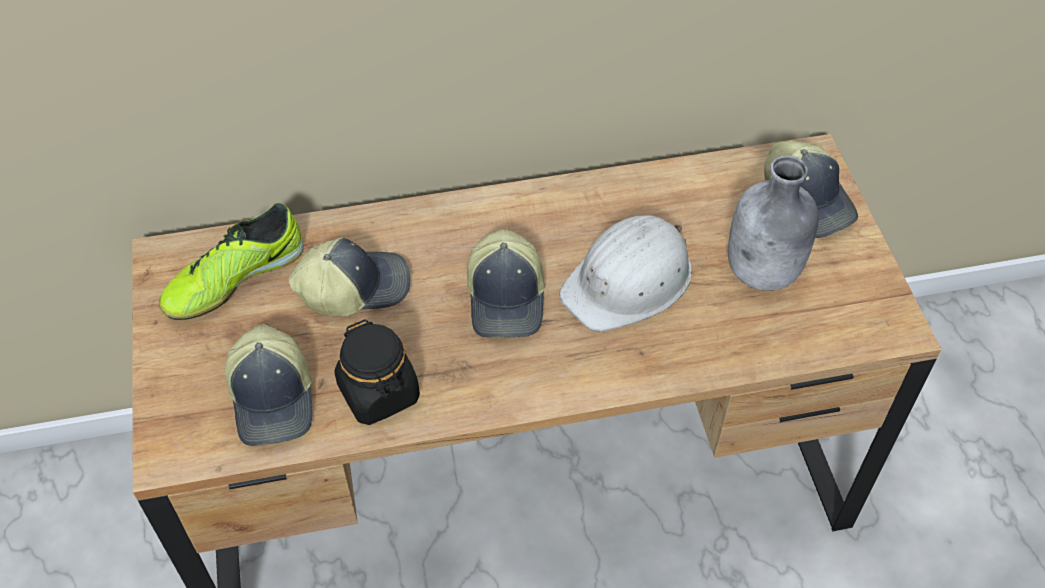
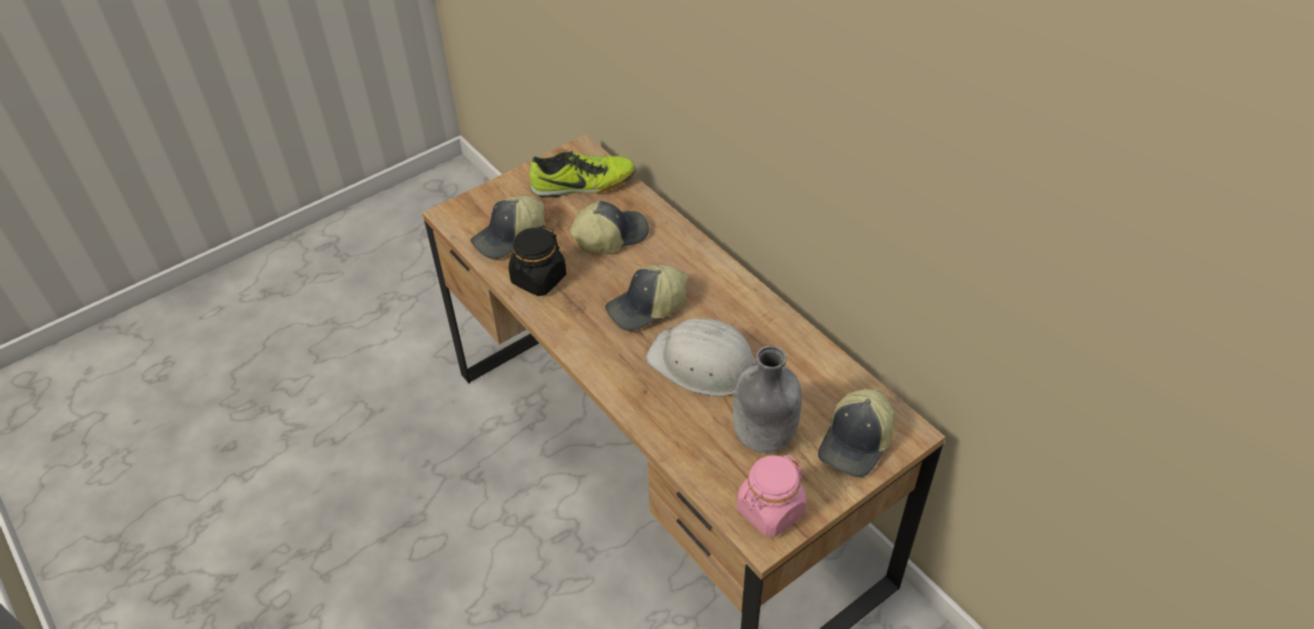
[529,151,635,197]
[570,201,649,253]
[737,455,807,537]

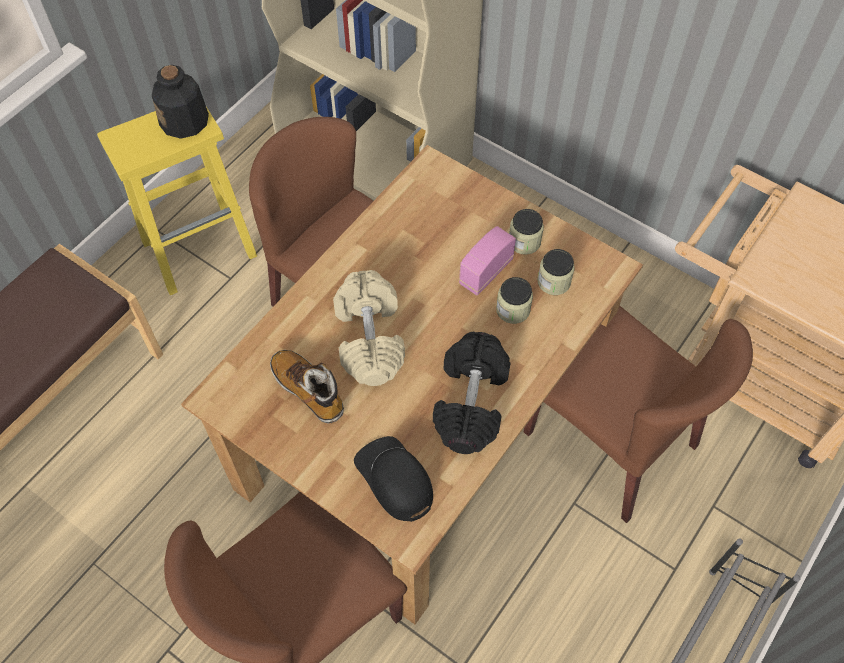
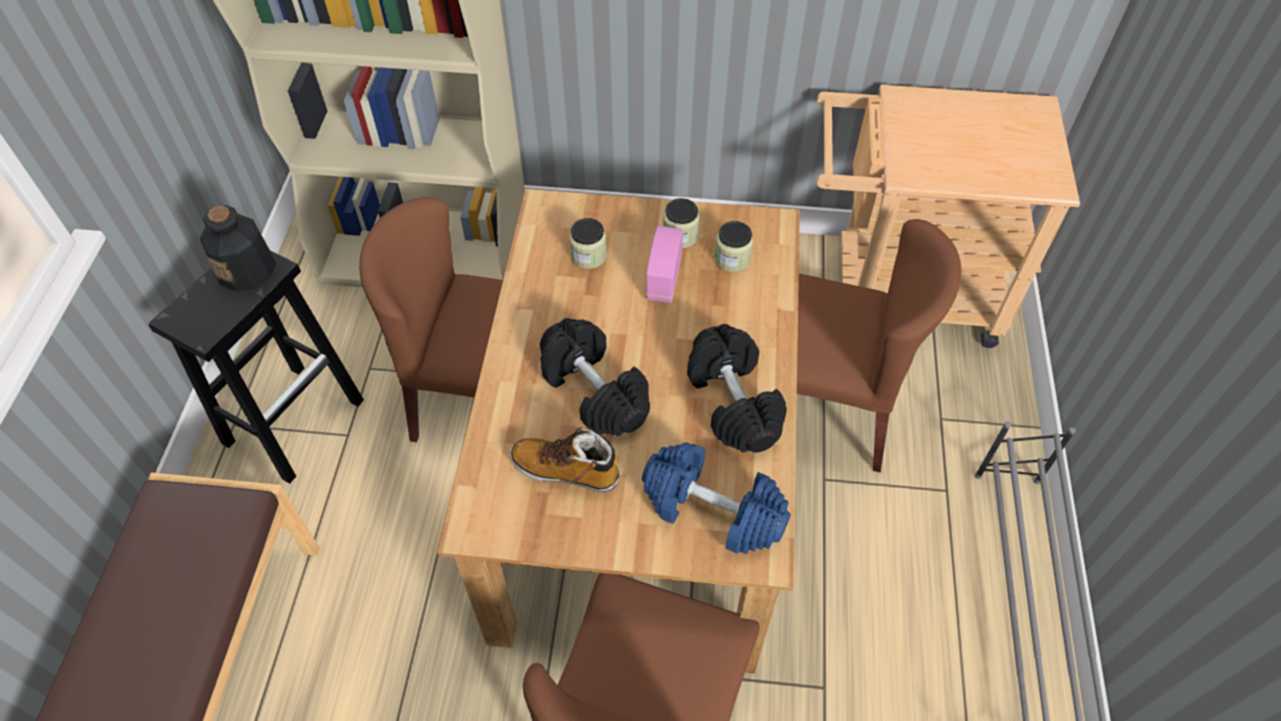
[148,250,364,484]
[540,318,650,436]
[569,218,607,269]
[642,442,791,554]

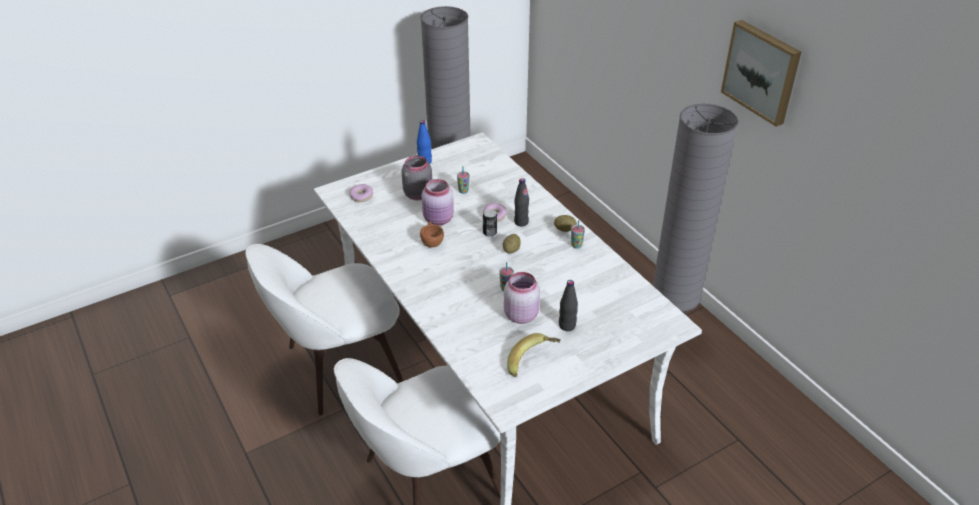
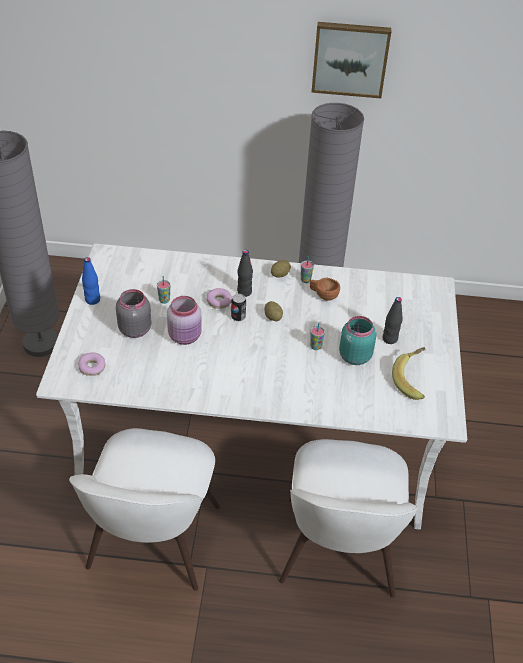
[310,278,340,301]
[339,316,376,365]

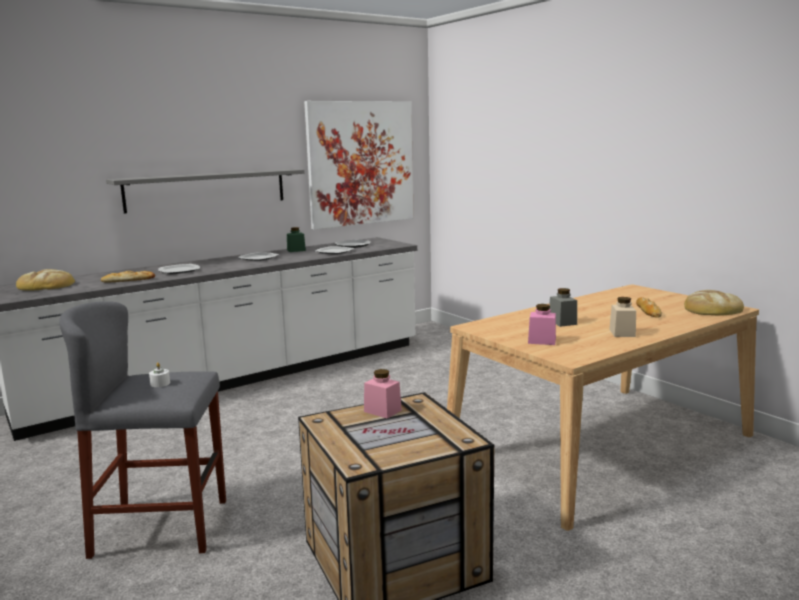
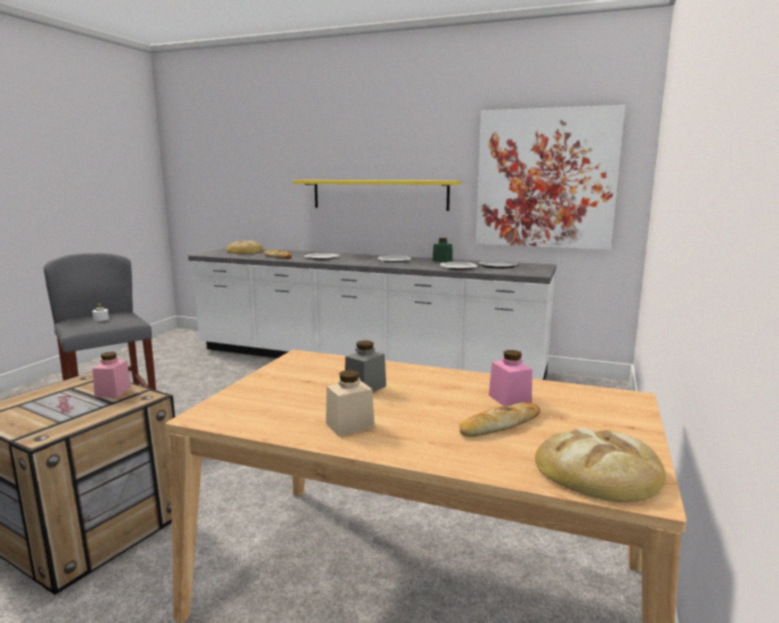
[293,180,461,211]
[489,350,532,406]

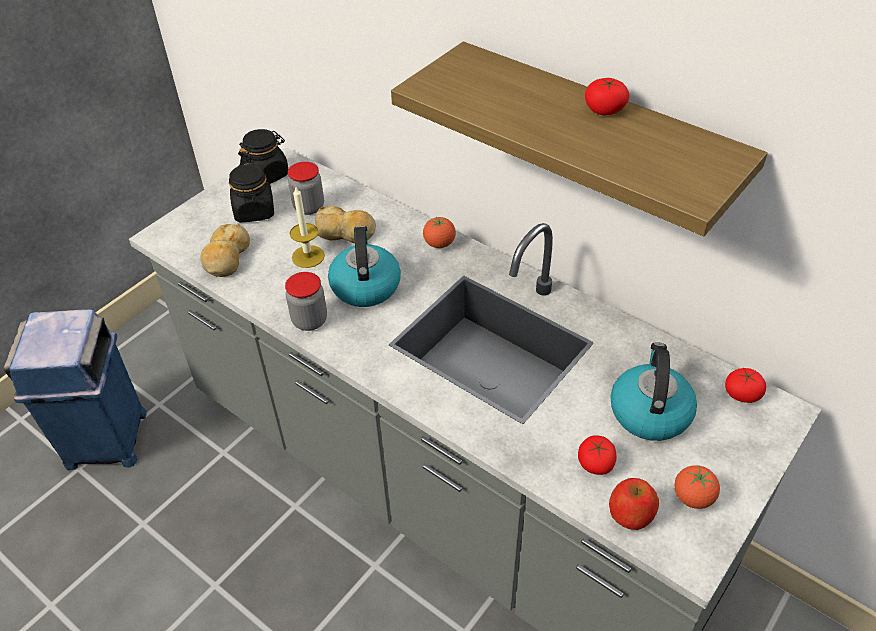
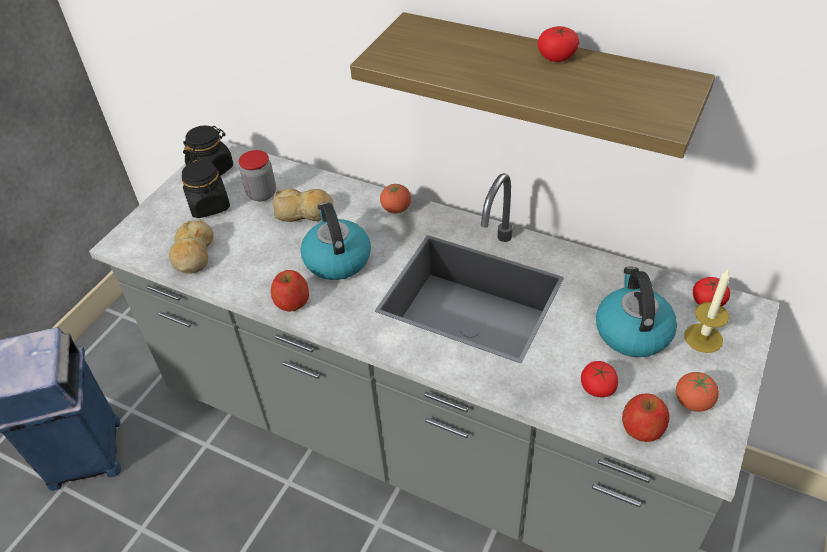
[271,270,309,312]
[684,268,730,353]

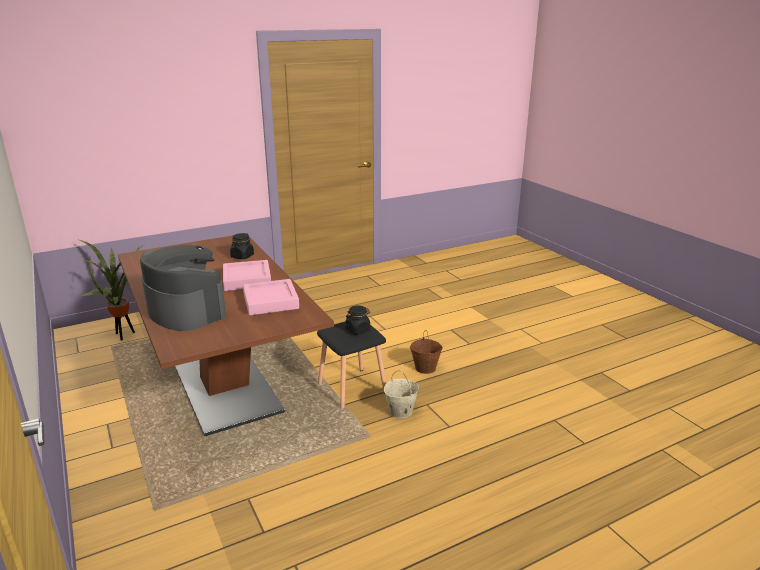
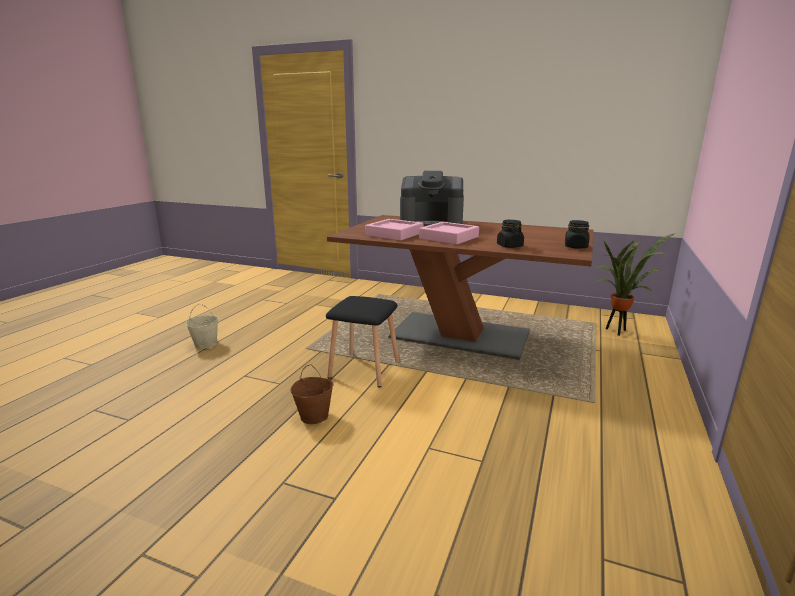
[186,304,218,349]
[565,220,589,249]

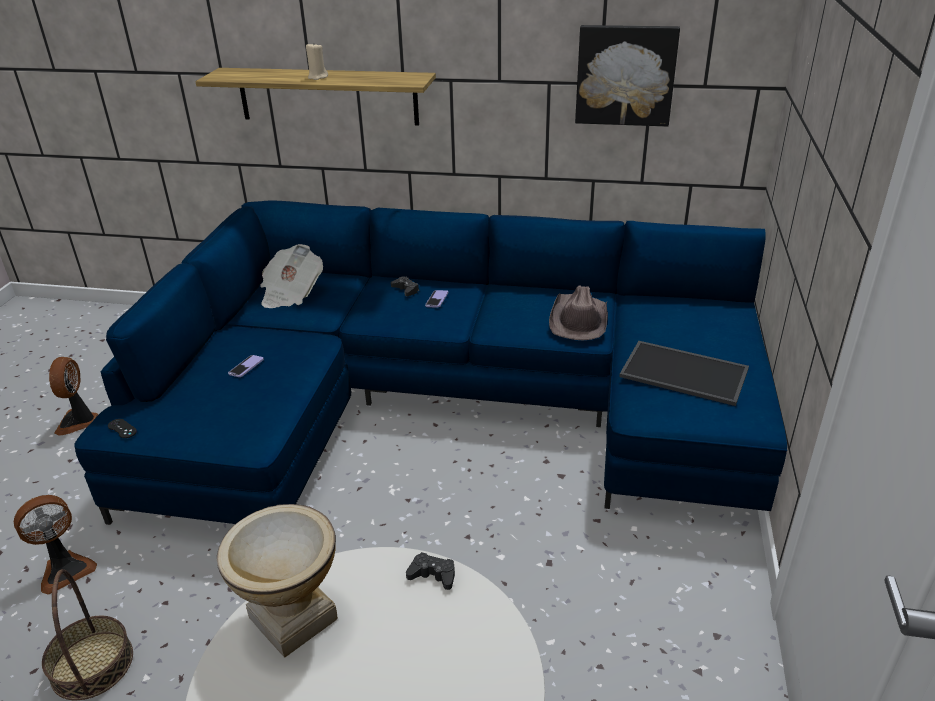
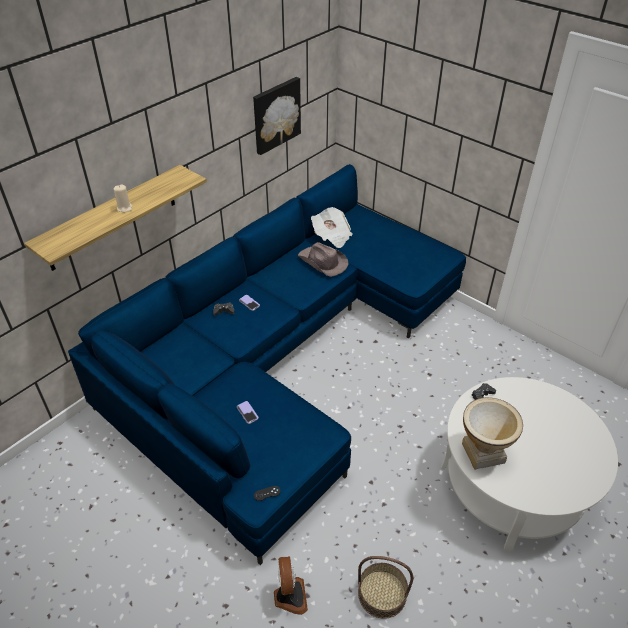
[311,207,353,248]
[49,357,99,435] (first image)
[619,341,749,406] (first image)

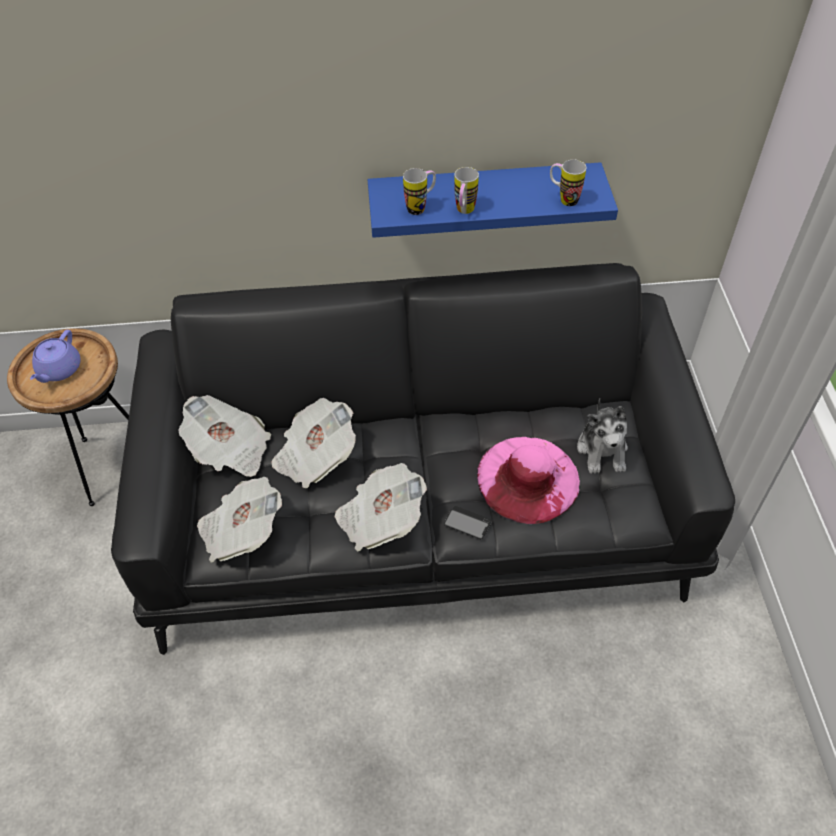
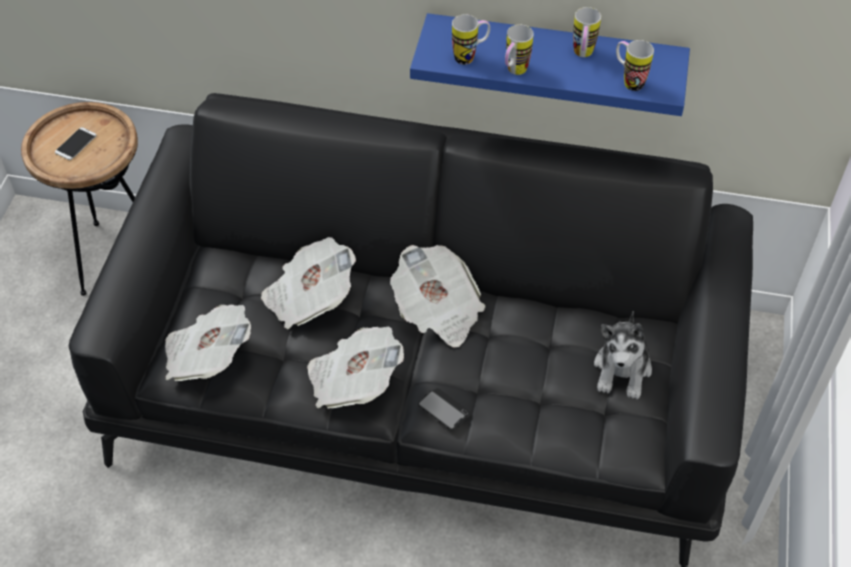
[55,127,97,160]
[390,245,486,347]
[573,7,601,57]
[477,437,580,524] (first image)

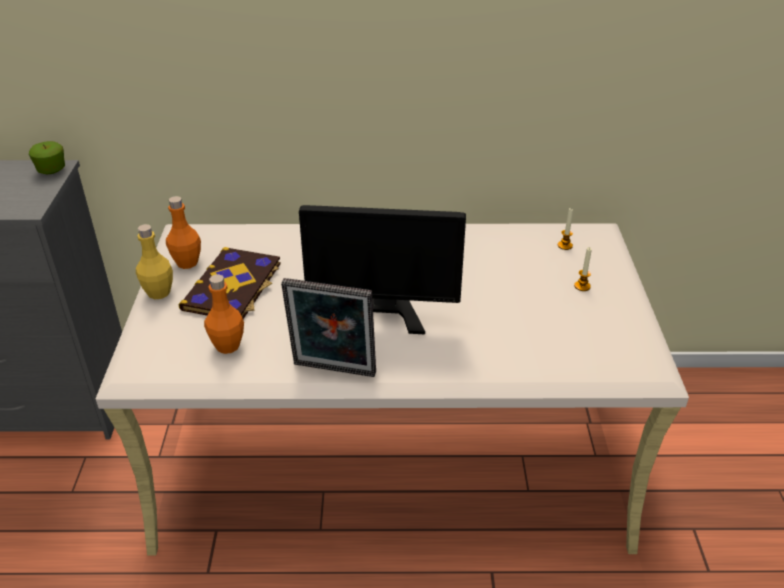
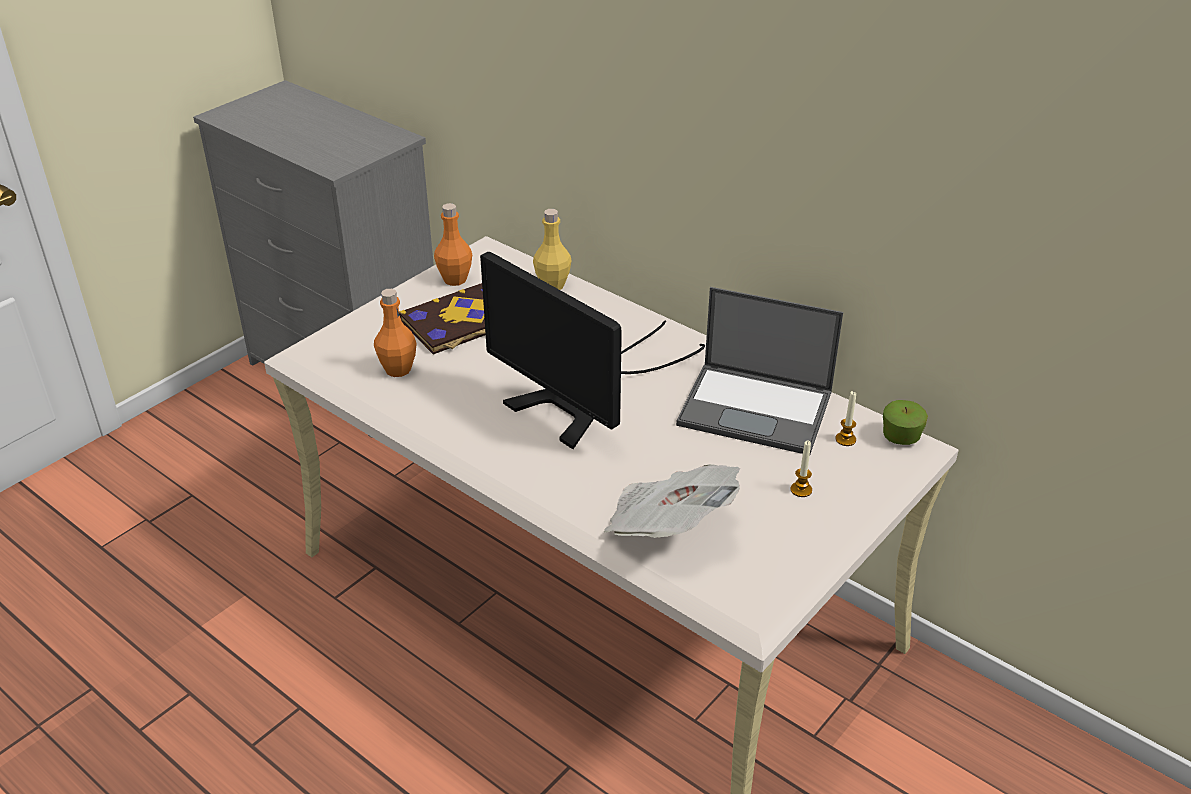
[533,209,572,290]
[604,464,740,538]
[676,287,843,454]
[883,400,928,445]
[281,278,376,377] (first image)

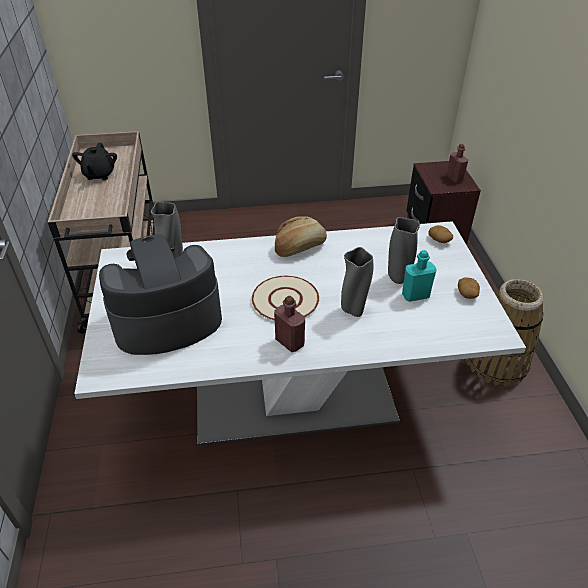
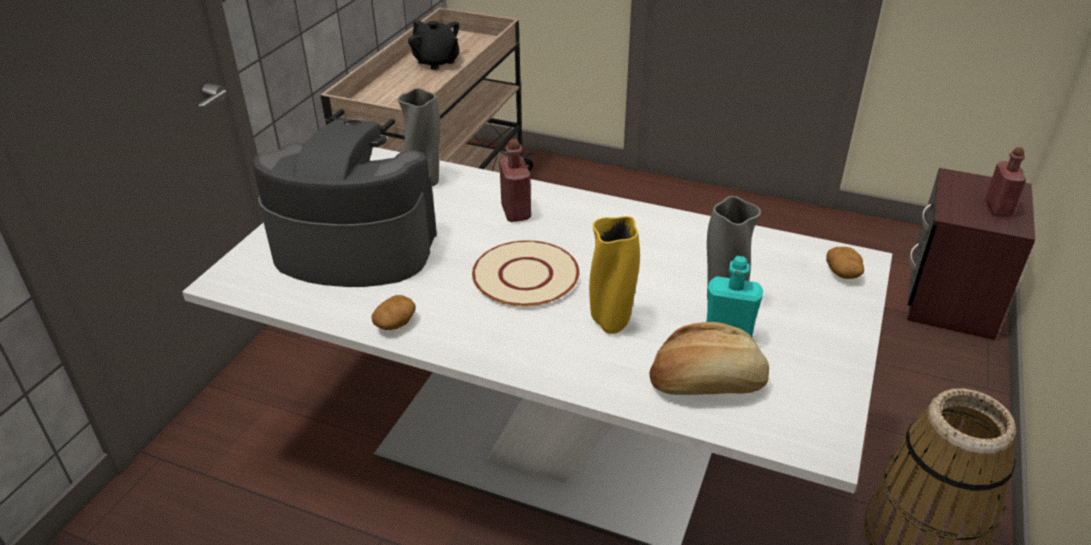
[371,295,416,330]
[408,20,459,70]
[499,139,531,222]
[589,216,640,334]
[649,322,769,395]

